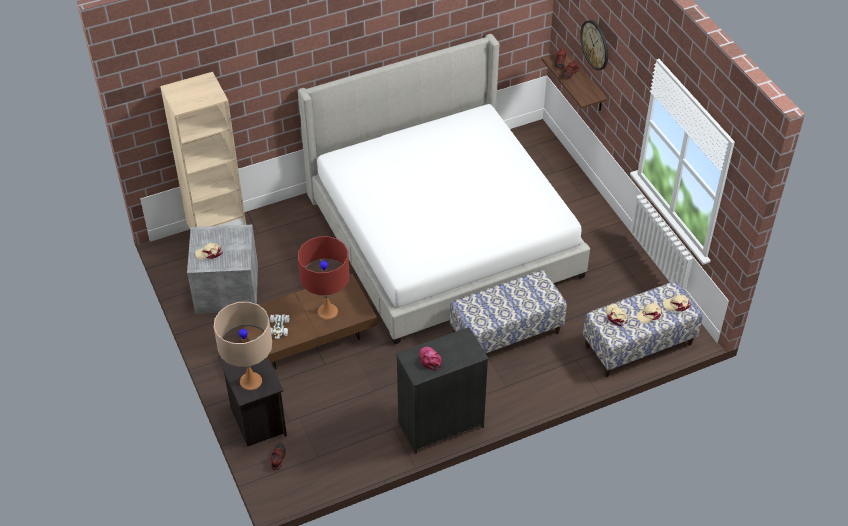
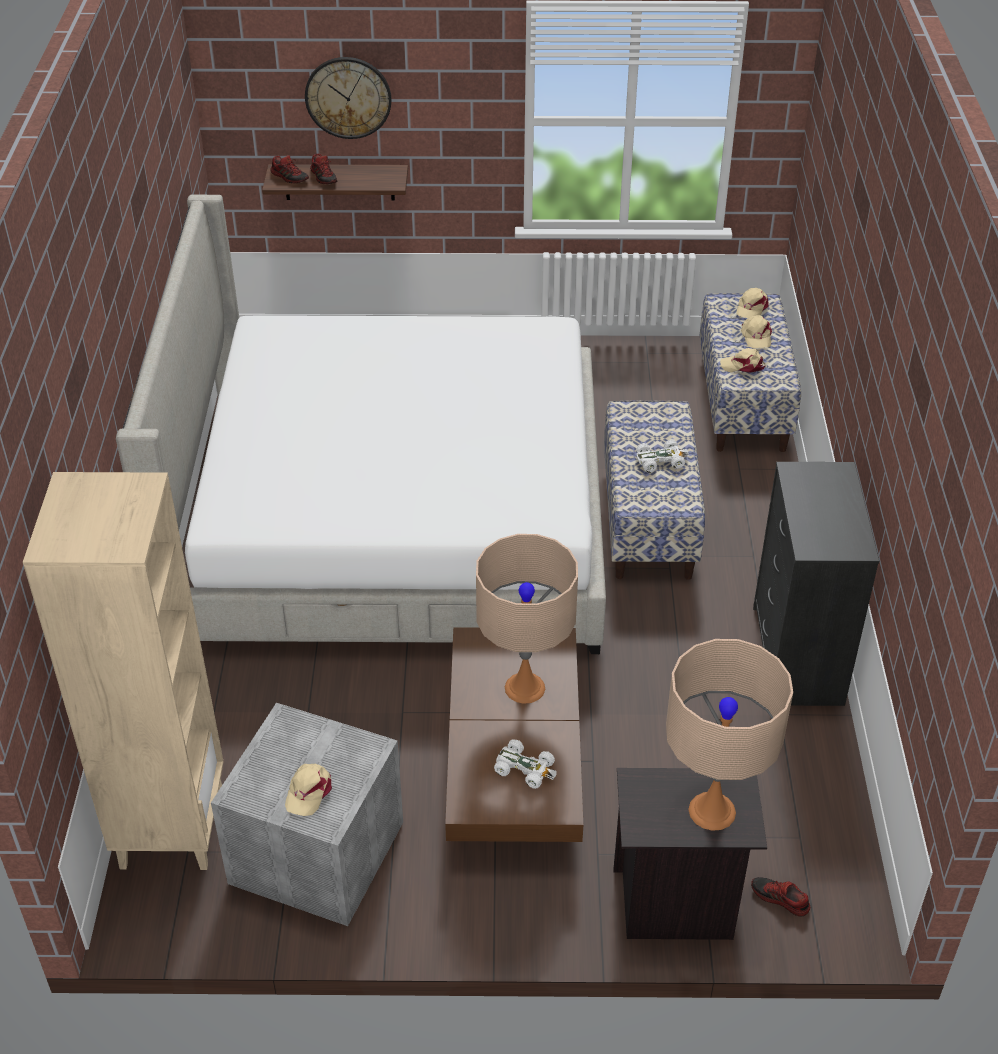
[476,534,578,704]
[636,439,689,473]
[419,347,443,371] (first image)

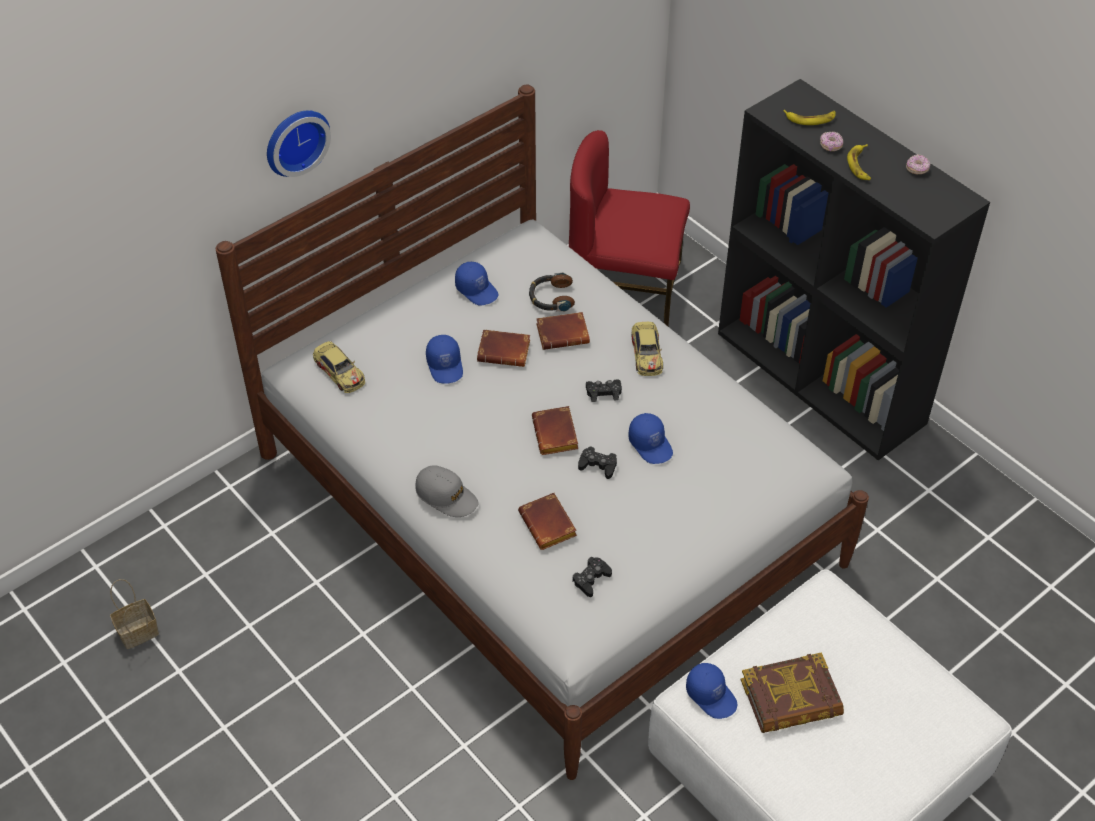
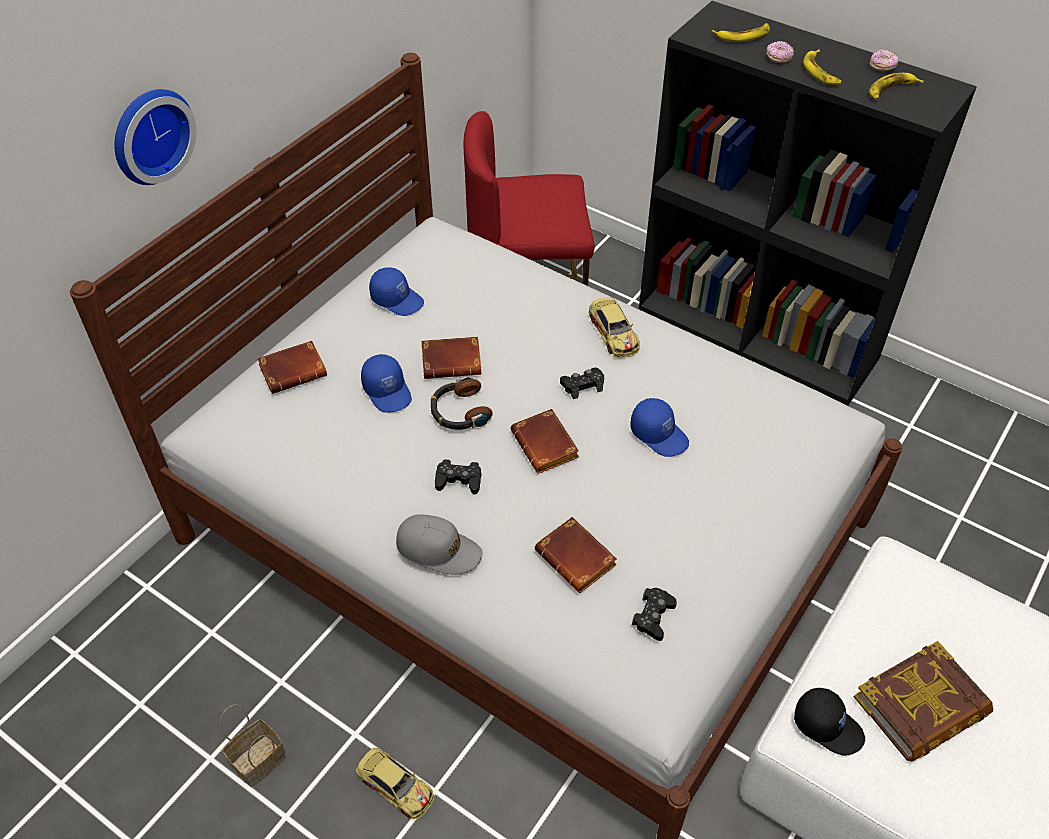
[220,704,286,787]
[257,341,327,394]
[356,748,434,820]
[431,377,493,430]
[435,459,481,494]
[794,688,865,756]
[869,73,924,100]

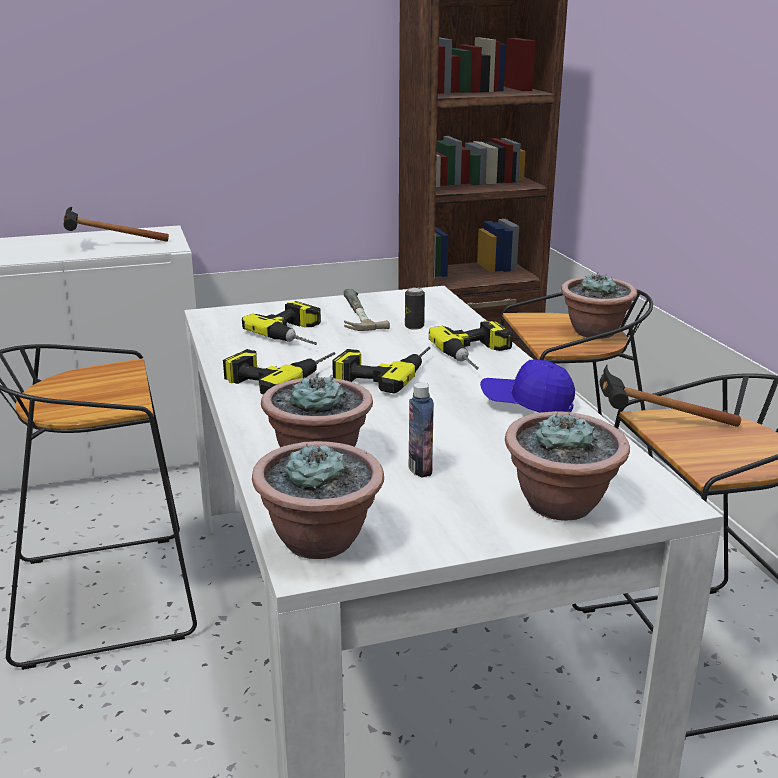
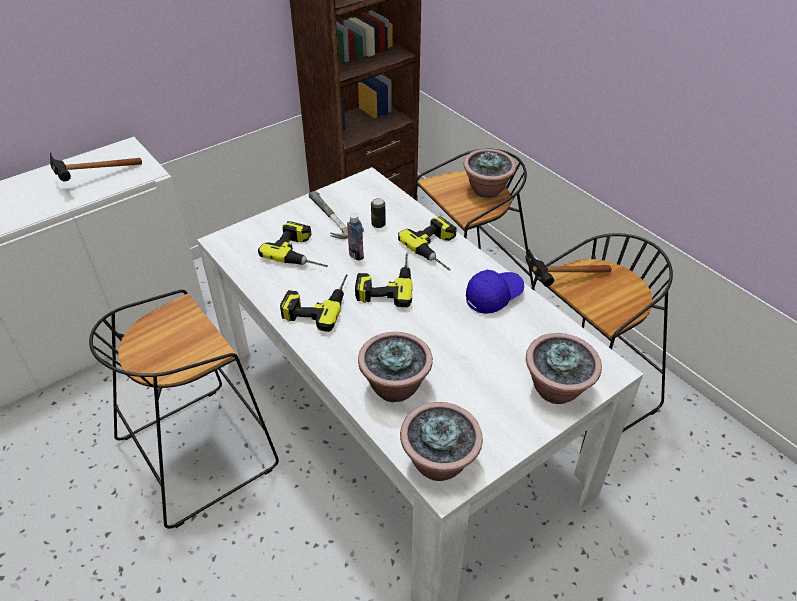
[347,213,364,261]
[466,270,524,314]

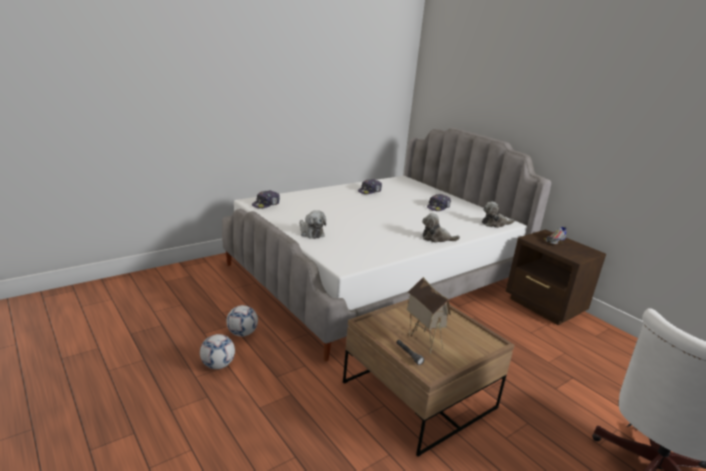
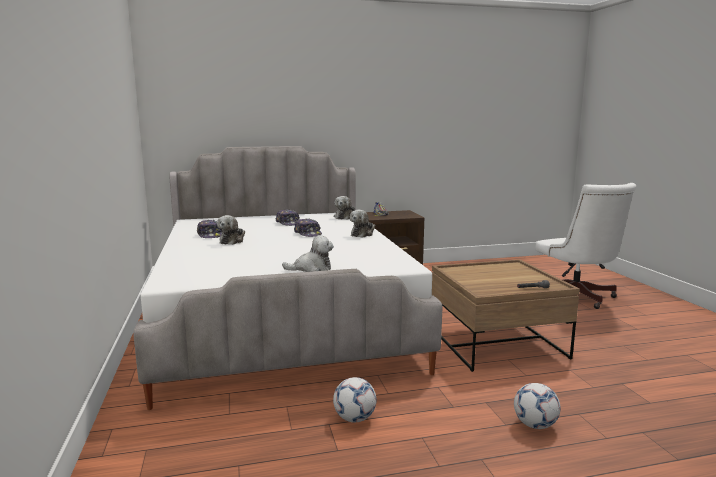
[217,215,245,245]
[294,219,322,237]
[514,383,561,429]
[407,277,451,354] (first image)

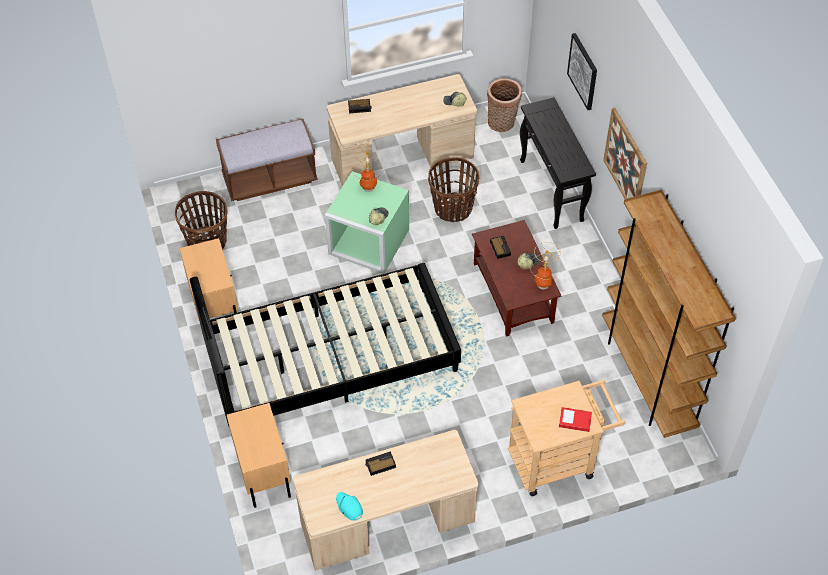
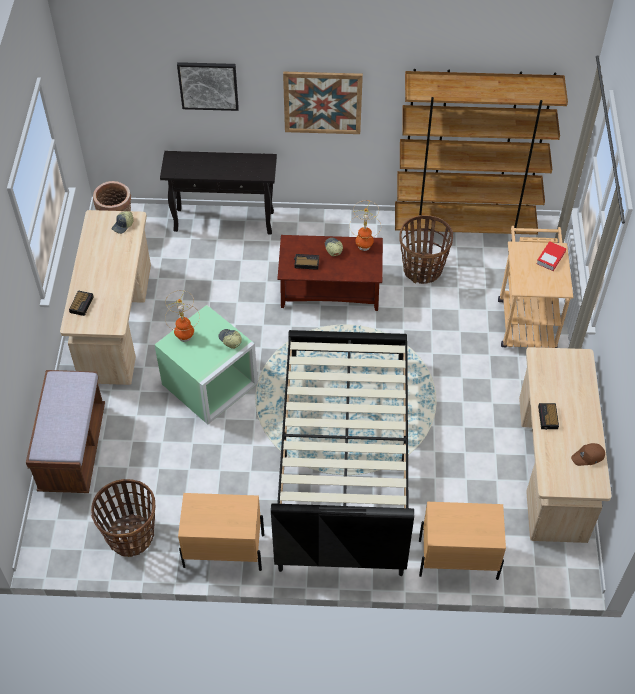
[399,215,453,284]
[571,443,605,466]

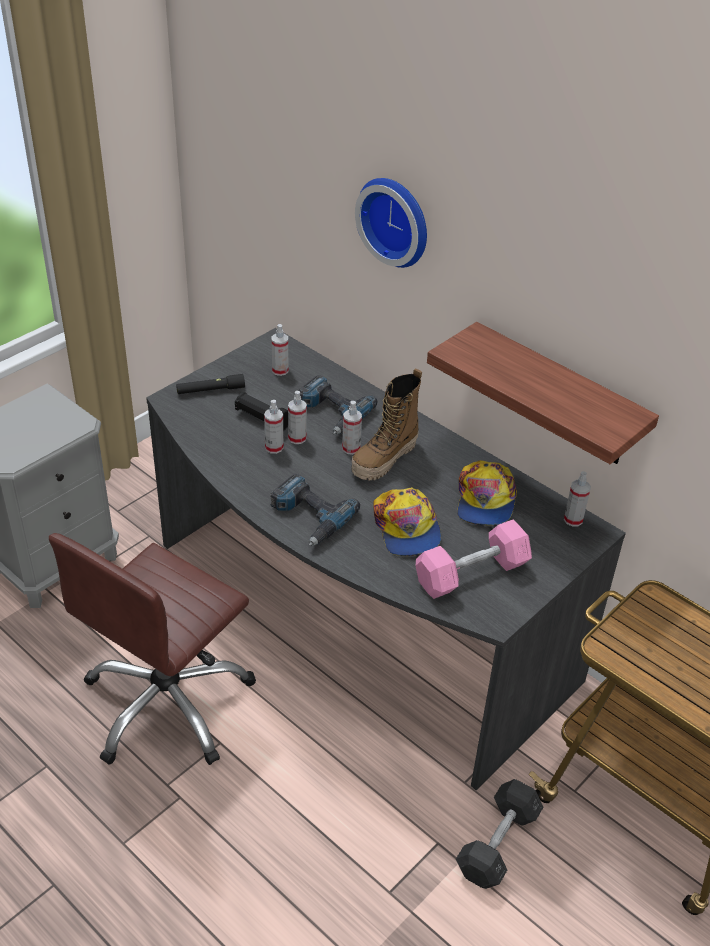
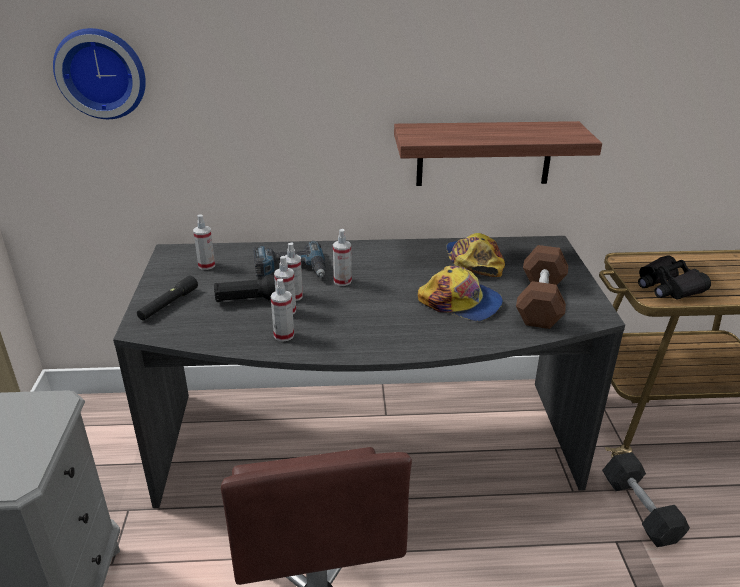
[53,28,146,119]
[271,279,294,342]
[446,233,505,277]
[516,245,568,329]
[638,256,711,299]
[270,473,360,546] (first image)
[351,368,422,481] (first image)

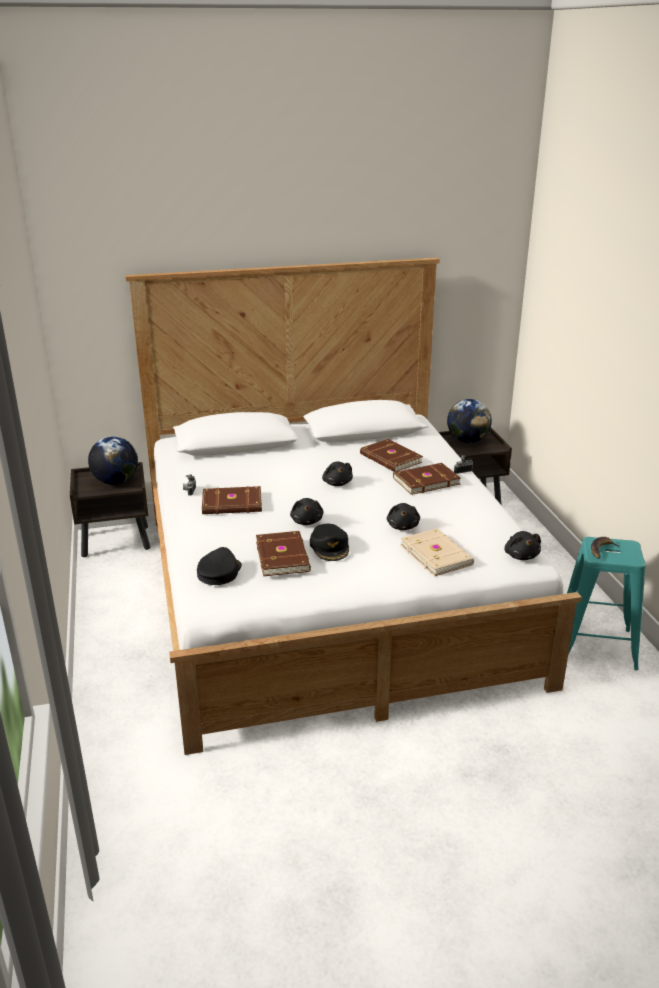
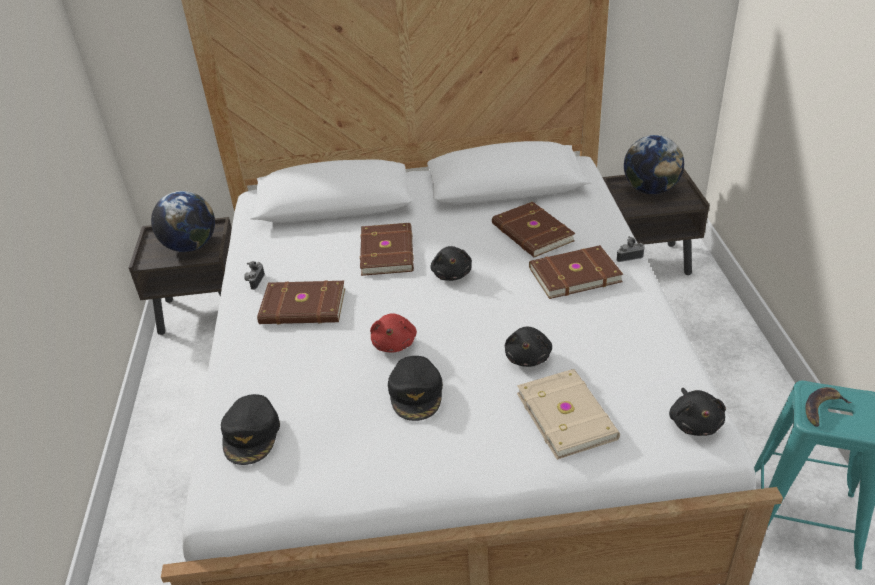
[221,394,280,465]
[360,223,414,276]
[370,313,417,353]

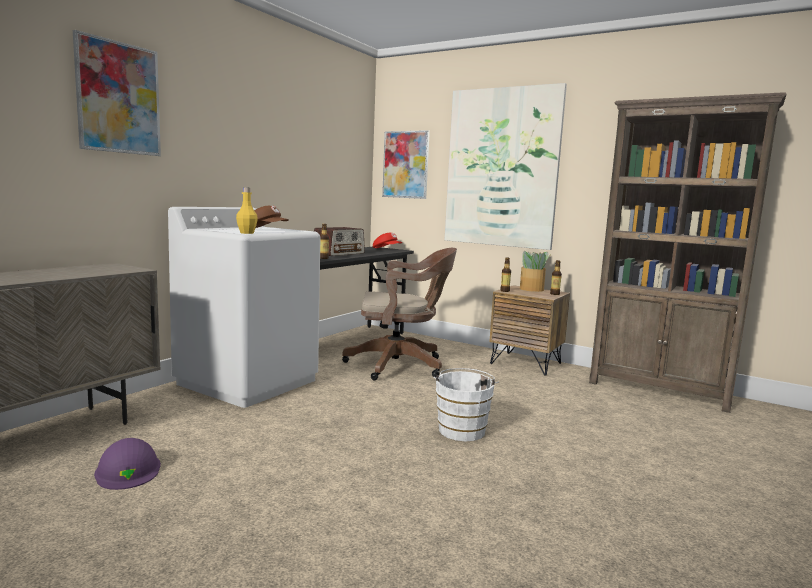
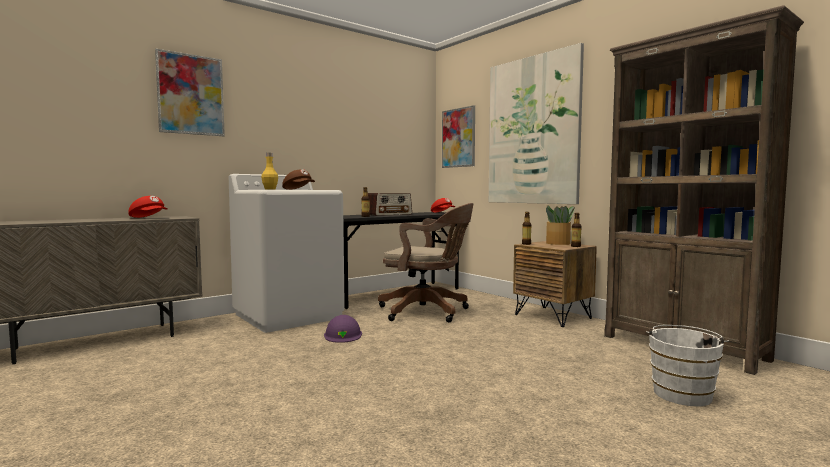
[128,196,168,218]
[324,315,362,343]
[646,325,729,406]

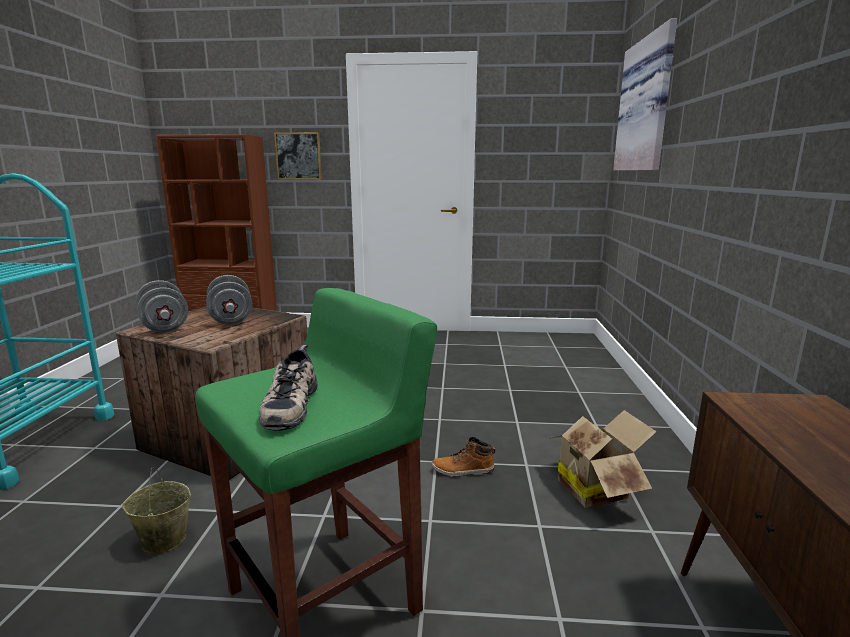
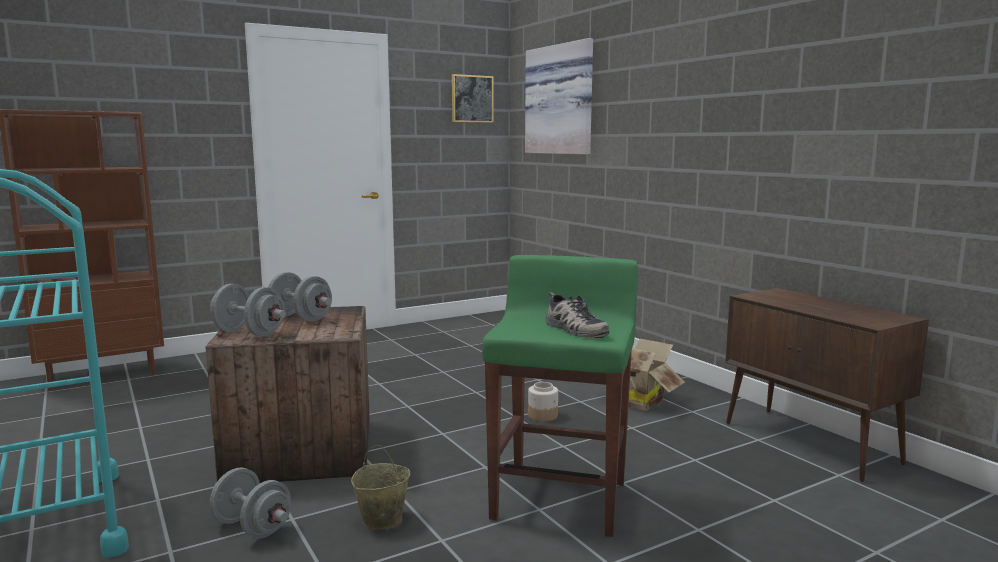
[210,467,291,538]
[452,74,494,123]
[528,382,558,421]

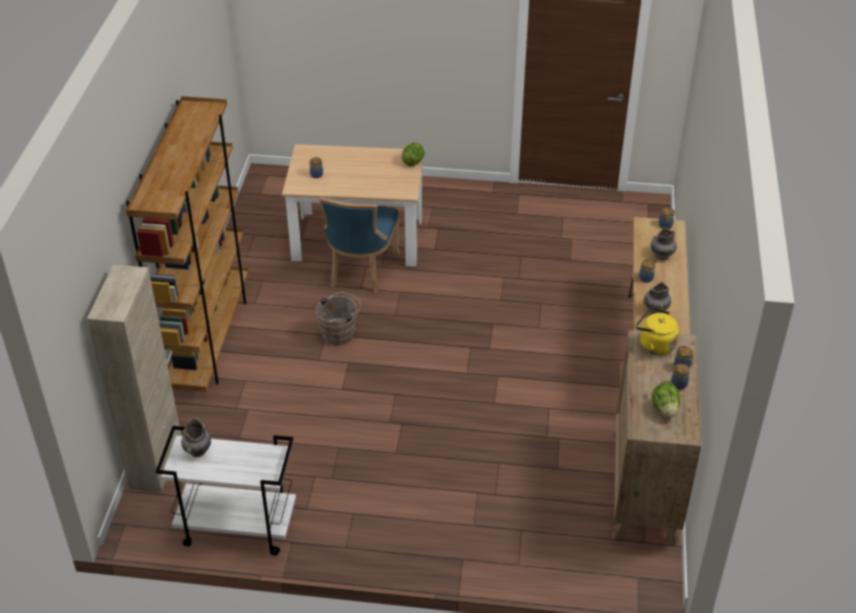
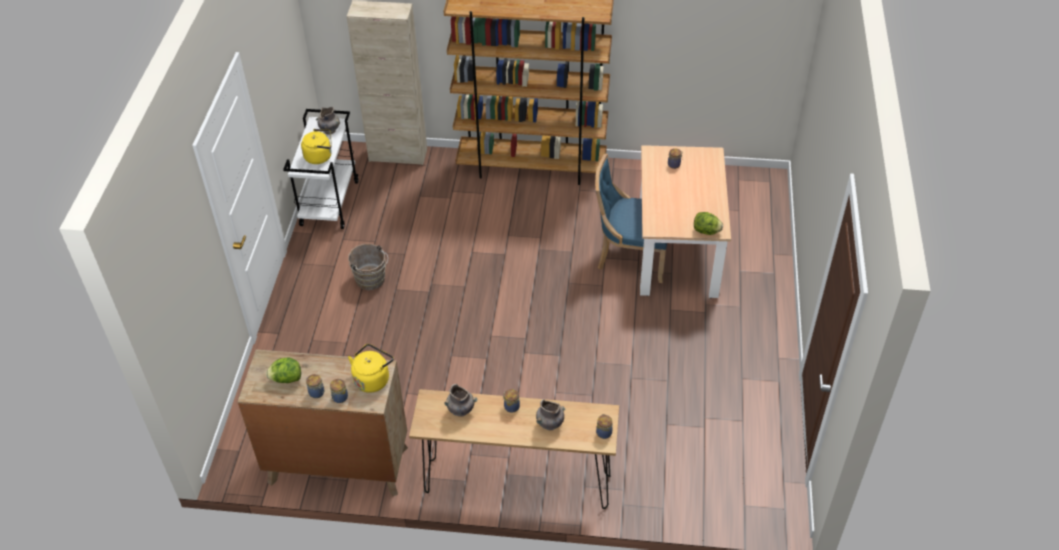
[301,129,332,164]
[348,244,388,290]

